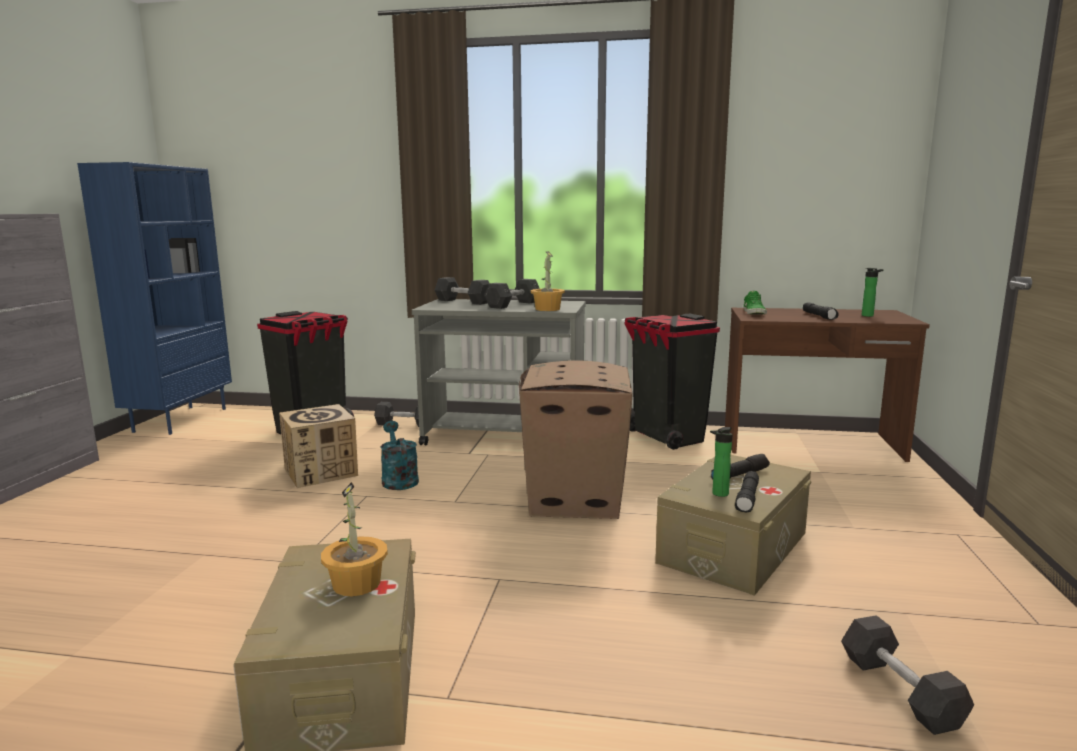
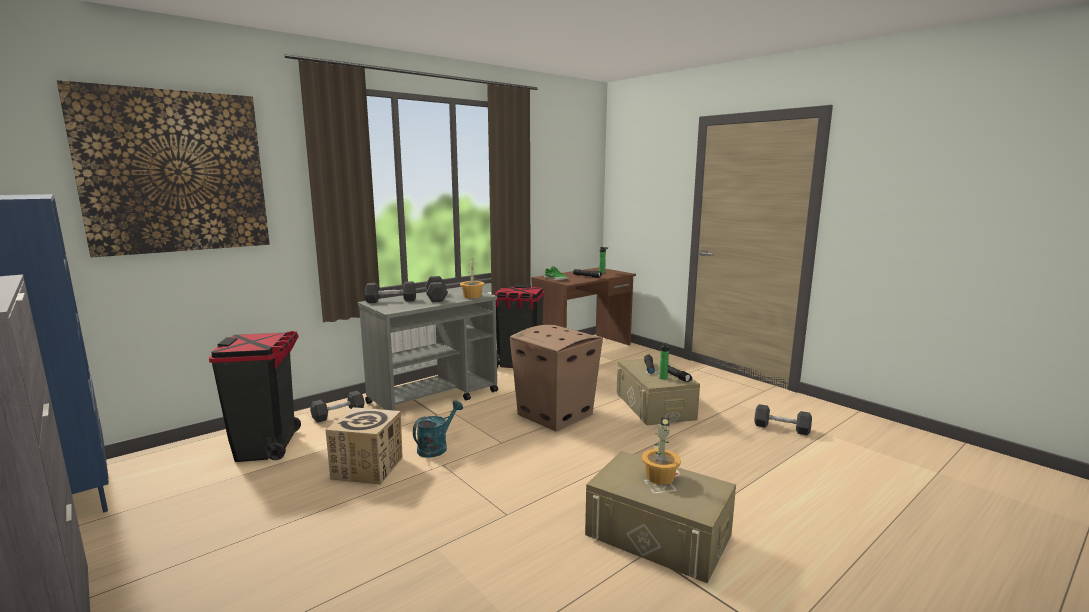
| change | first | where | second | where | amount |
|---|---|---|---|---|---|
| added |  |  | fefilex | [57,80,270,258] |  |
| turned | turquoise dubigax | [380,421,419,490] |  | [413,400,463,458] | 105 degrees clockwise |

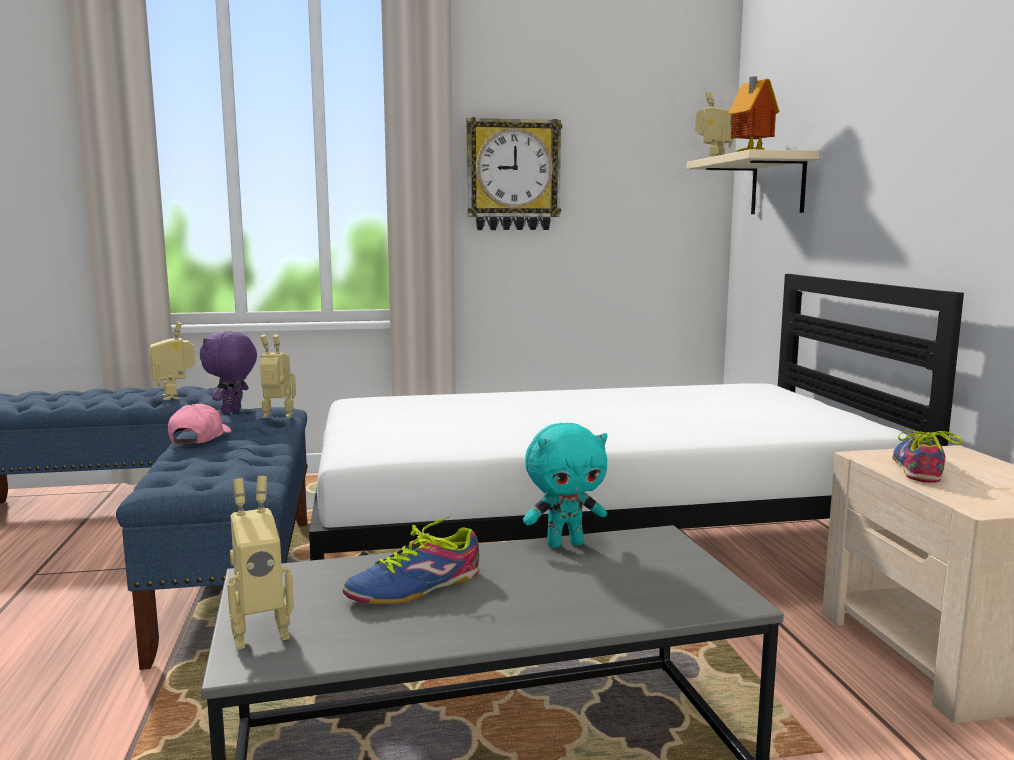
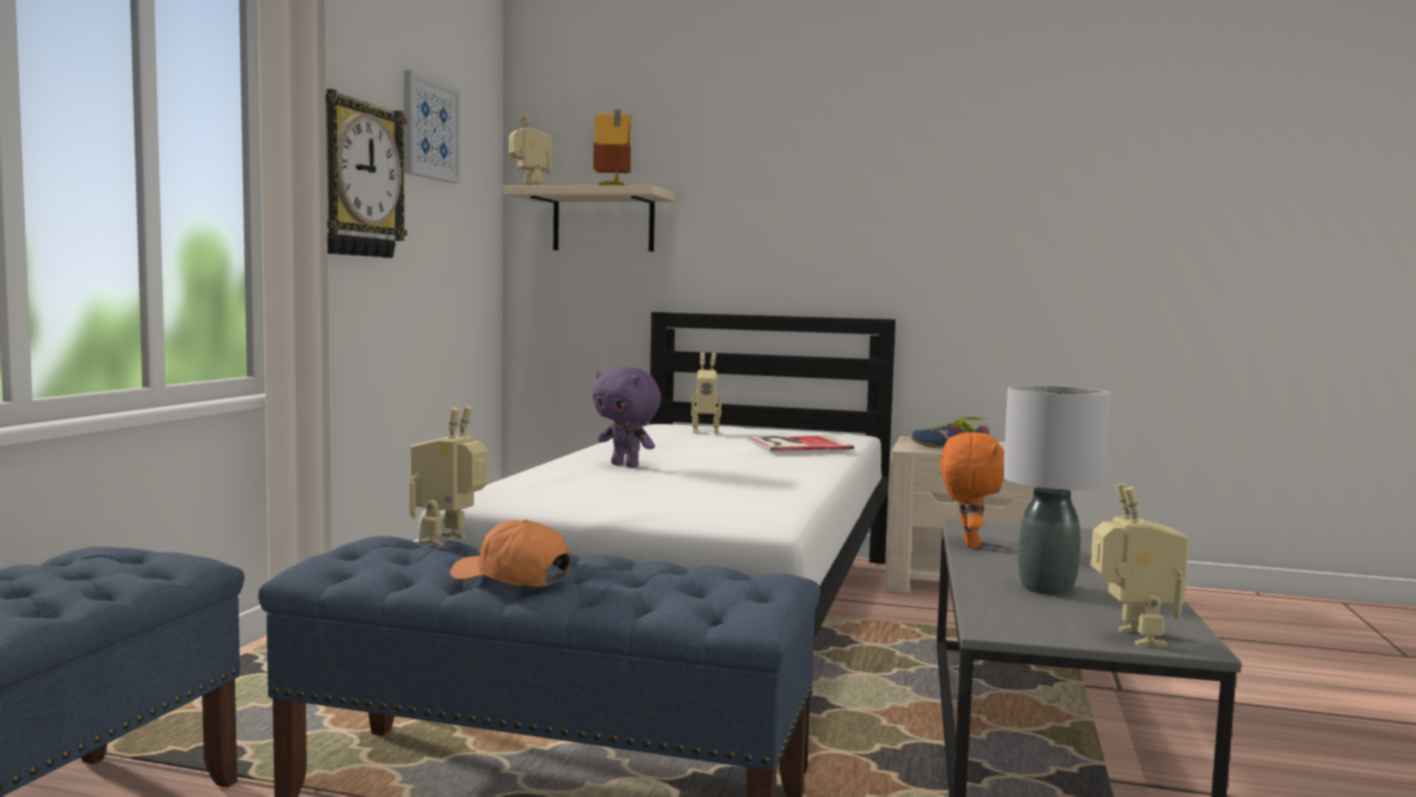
| change | first | where | second | where | amount |
|---|---|---|---|---|---|
| added |  |  | fefilex | [404,70,460,184] |  |
| added |  |  | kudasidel | [747,436,854,451] |  |
| moved | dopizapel | [149,322,195,400] |  | [691,352,722,434] |  |
| moved | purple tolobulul | [200,331,257,414] |  | [593,367,661,468] |  |
| replaced | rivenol | [343,516,479,604] | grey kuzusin | [1003,385,1111,595] |  |
| recoloured | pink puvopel | [168,404,231,444] | orange puvopel | [450,519,571,587] |  |
| recoloured | turquoise tolobulul | [523,423,608,548] | orange tolobulul | [940,432,1004,548] |  |

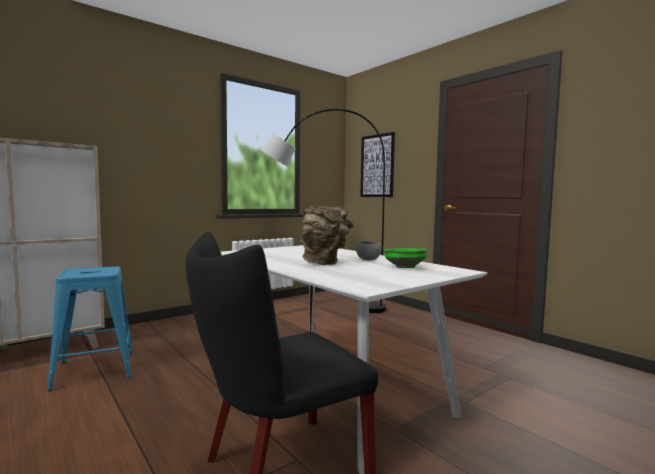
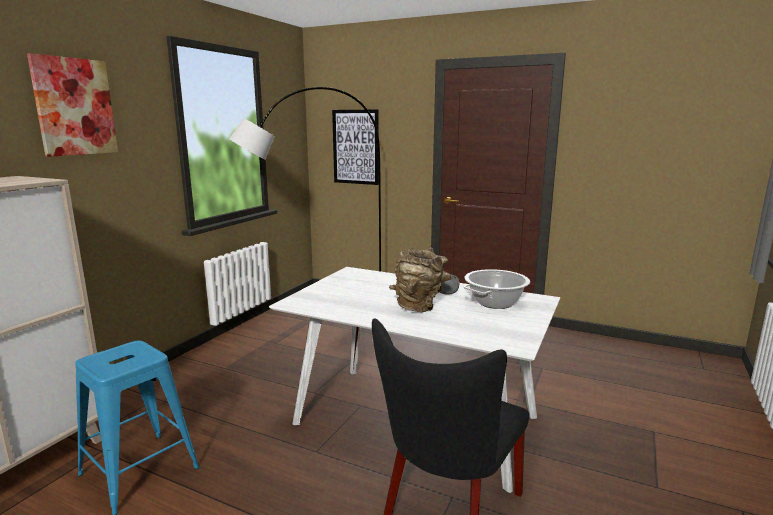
| change | first | where | second | where | amount |
|---|---|---|---|---|---|
| added |  |  | fefilex | [27,53,118,157] |  |
| replaced | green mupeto | [384,248,427,268] | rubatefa | [463,269,530,309] |  |

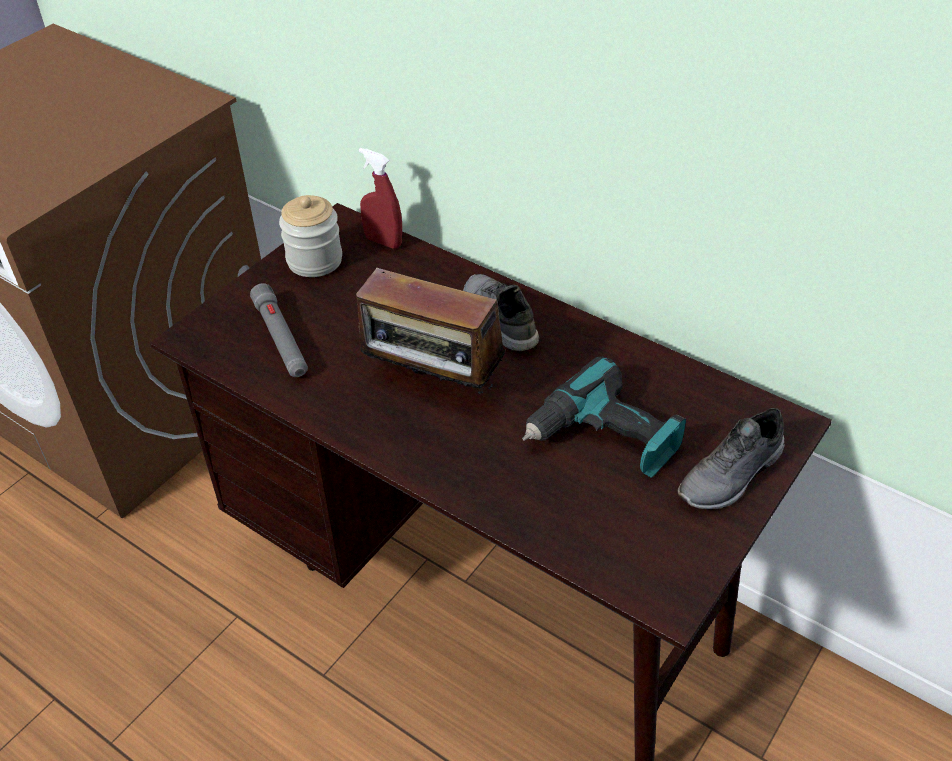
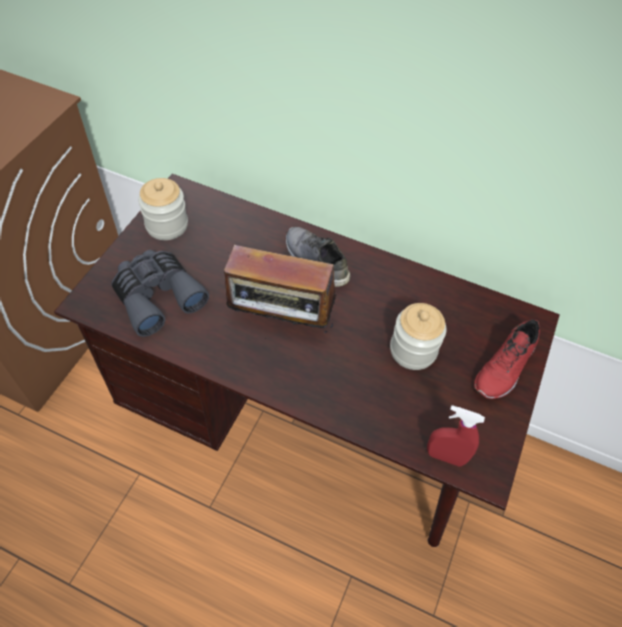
| change | first | where | second | where | amount |
|---|---|---|---|---|---|
| moved | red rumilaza | [359,148,402,249] |  | [427,405,485,467] |  |
| replaced | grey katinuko | [250,283,308,377] | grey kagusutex | [111,250,209,337] |  |
| replaced | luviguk | [522,356,686,478] | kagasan | [390,303,447,370] |  |
| recoloured | grey rivenol | [677,408,785,509] | red rivenol | [474,320,540,399] |  |

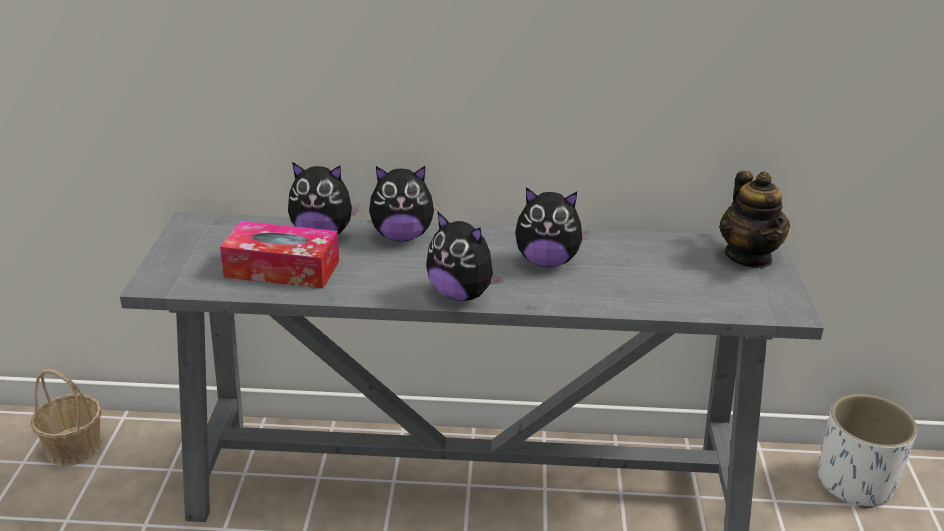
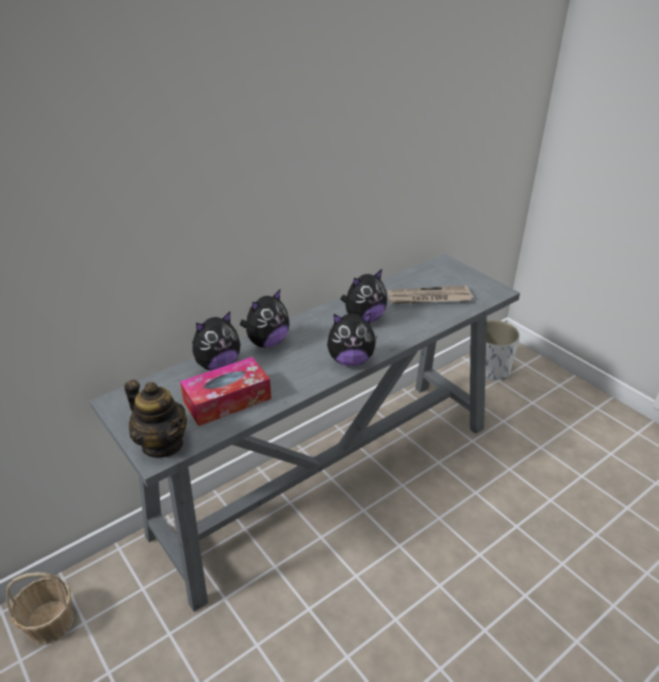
| change | first | where | second | where | amount |
|---|---|---|---|---|---|
| added |  |  | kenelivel | [388,285,473,304] |  |
| moved | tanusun | [719,171,790,268] |  | [124,379,187,458] |  |

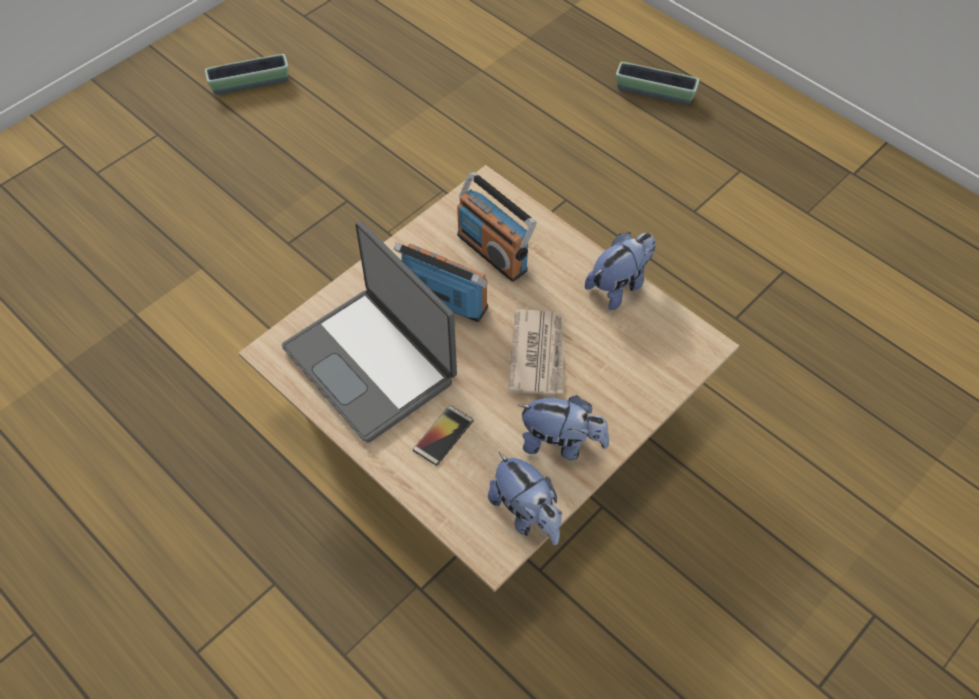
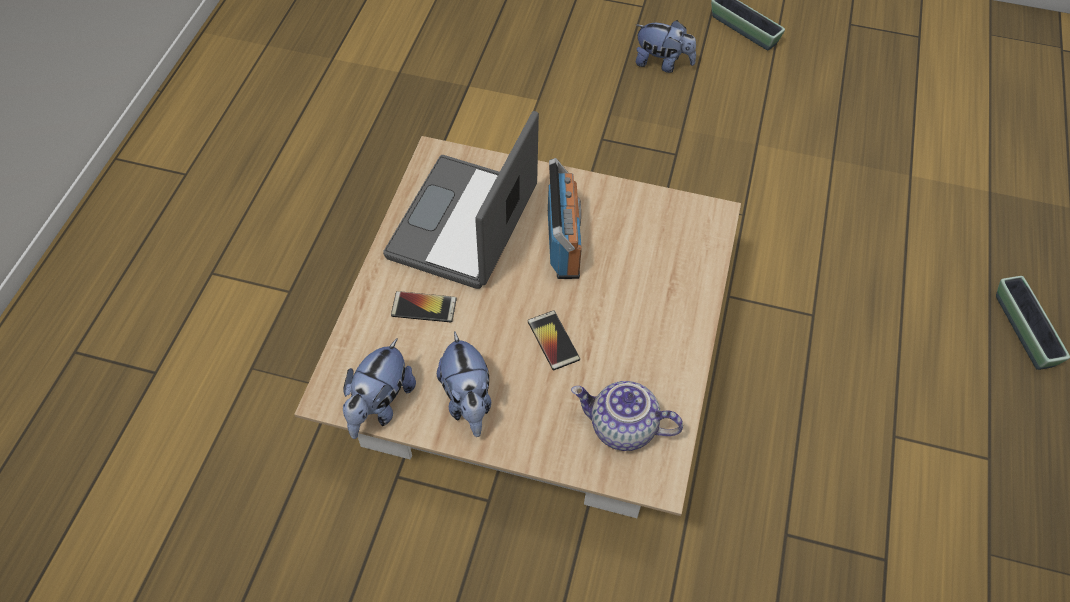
| change | first | where | second | where | amount |
|---|---|---|---|---|---|
| removed | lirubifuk | [457,172,536,282] |  |  |  |
| added |  |  | tanusun | [571,381,683,451] |  |
| moved | tolobulul | [585,232,656,310] |  | [635,20,696,73] |  |
| replaced | kenelivel | [508,309,564,396] | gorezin | [528,310,580,370] |  |

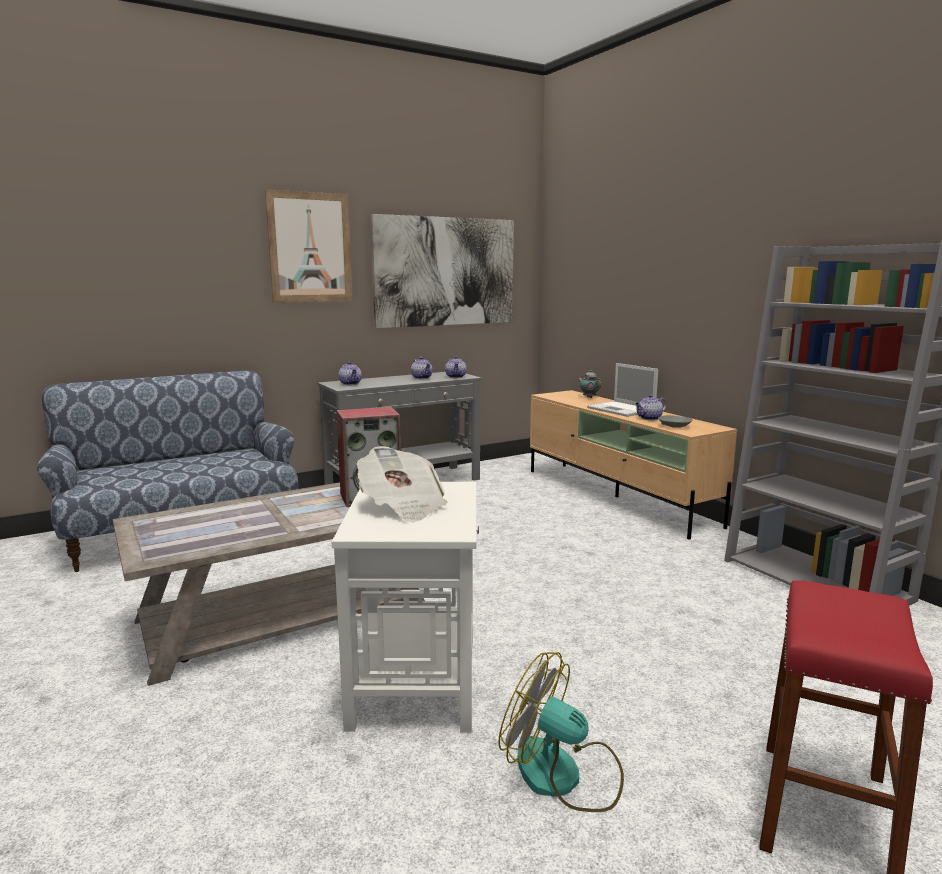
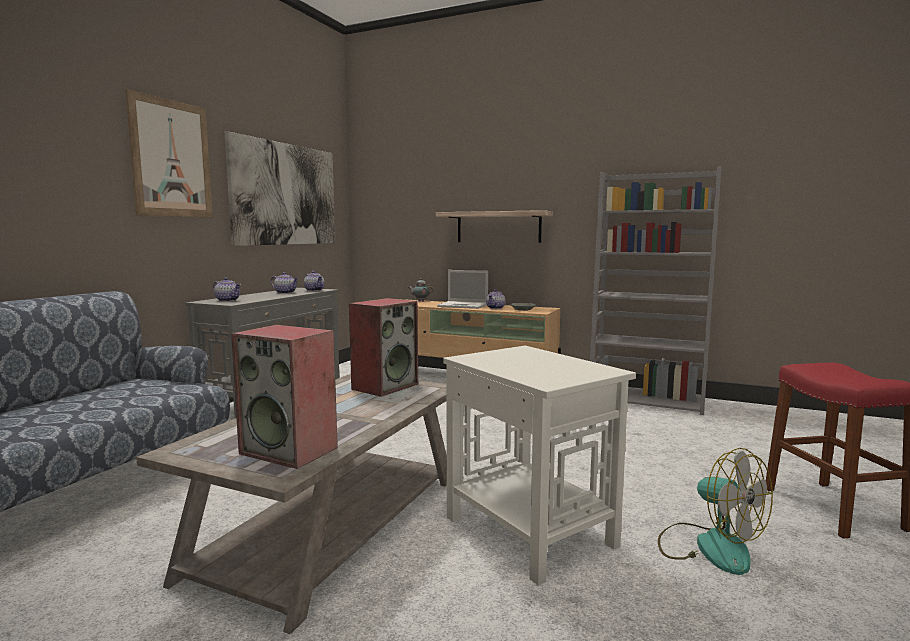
| change | first | where | second | where | amount |
|---|---|---|---|---|---|
| removed | kenelivel | [356,446,448,523] |  |  |  |
| added |  |  | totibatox | [231,325,338,469] |  |
| added |  |  | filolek | [436,210,553,243] |  |
| turned | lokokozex | [498,652,624,812] |  | [658,448,773,575] | 120 degrees counterclockwise |

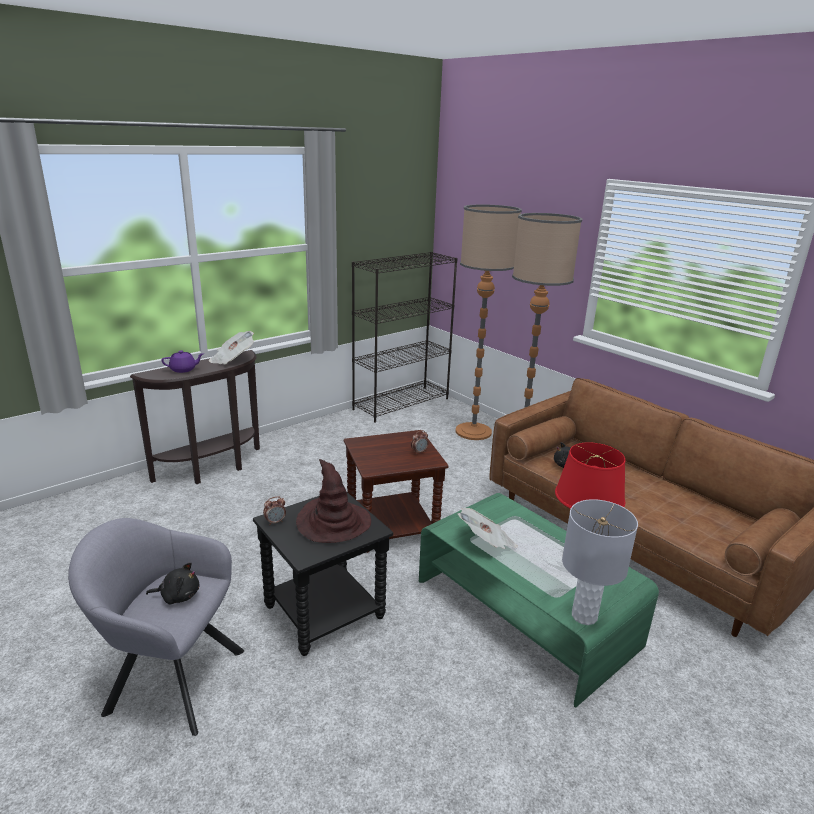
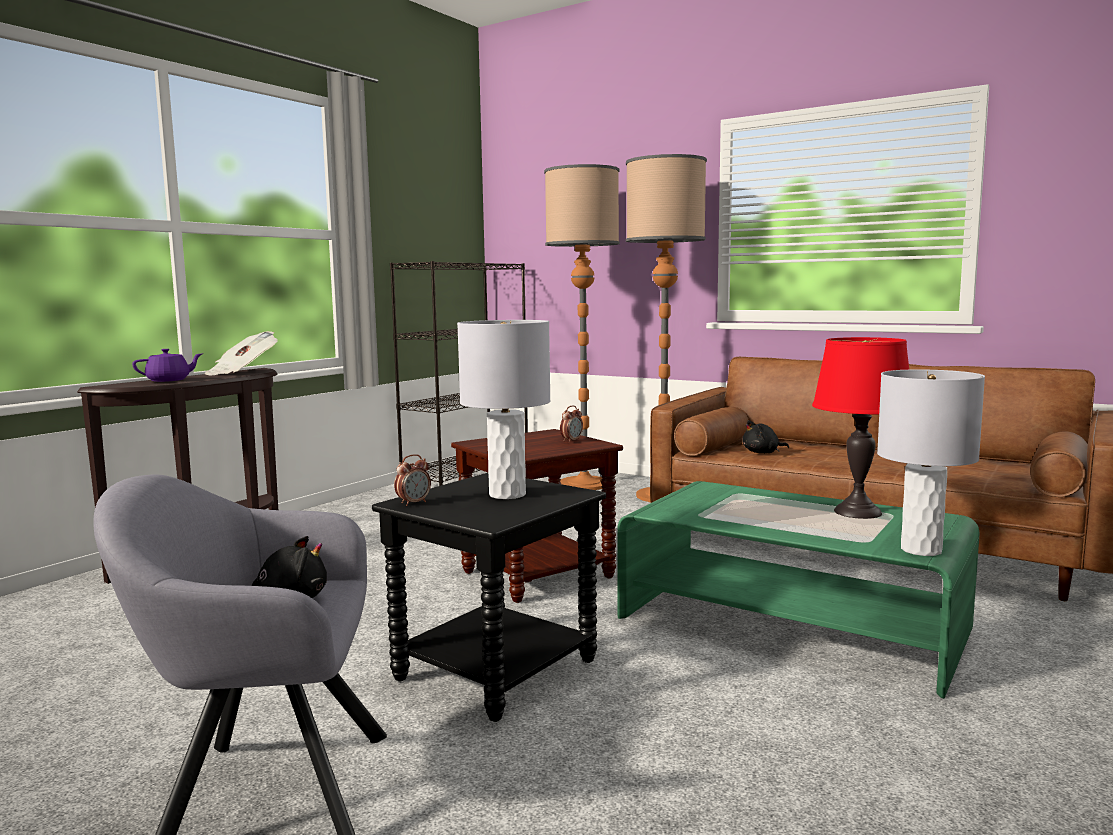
| change | first | where | second | where | amount |
|---|---|---|---|---|---|
| removed | kenelivel | [458,508,518,549] |  |  |  |
| replaced | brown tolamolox | [296,459,371,543] | grey kuzusin | [457,320,551,499] |  |

